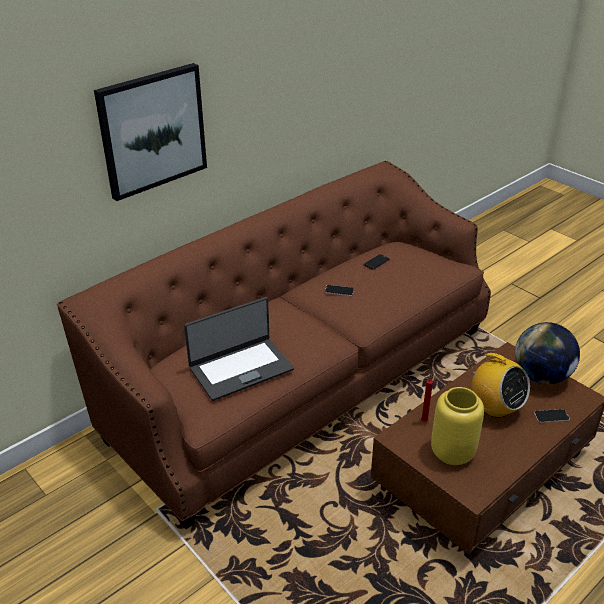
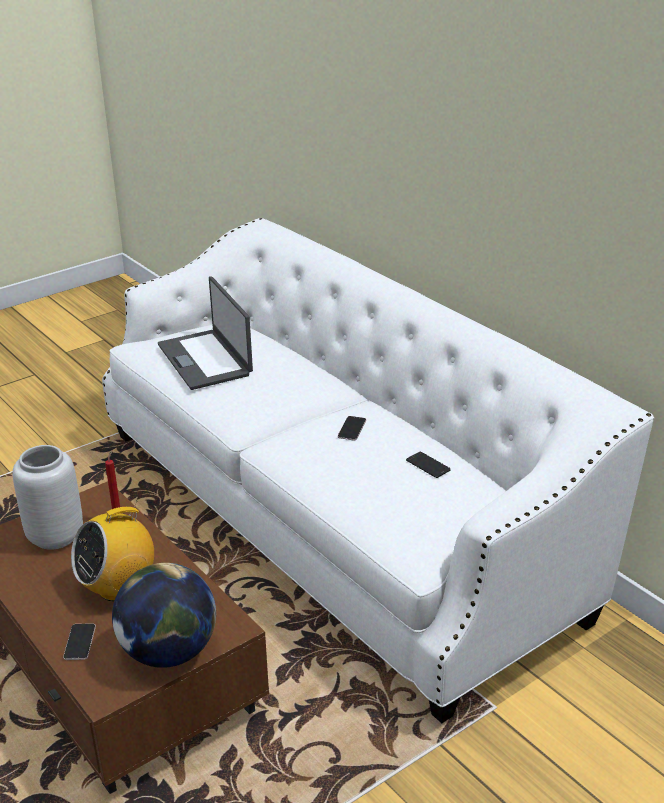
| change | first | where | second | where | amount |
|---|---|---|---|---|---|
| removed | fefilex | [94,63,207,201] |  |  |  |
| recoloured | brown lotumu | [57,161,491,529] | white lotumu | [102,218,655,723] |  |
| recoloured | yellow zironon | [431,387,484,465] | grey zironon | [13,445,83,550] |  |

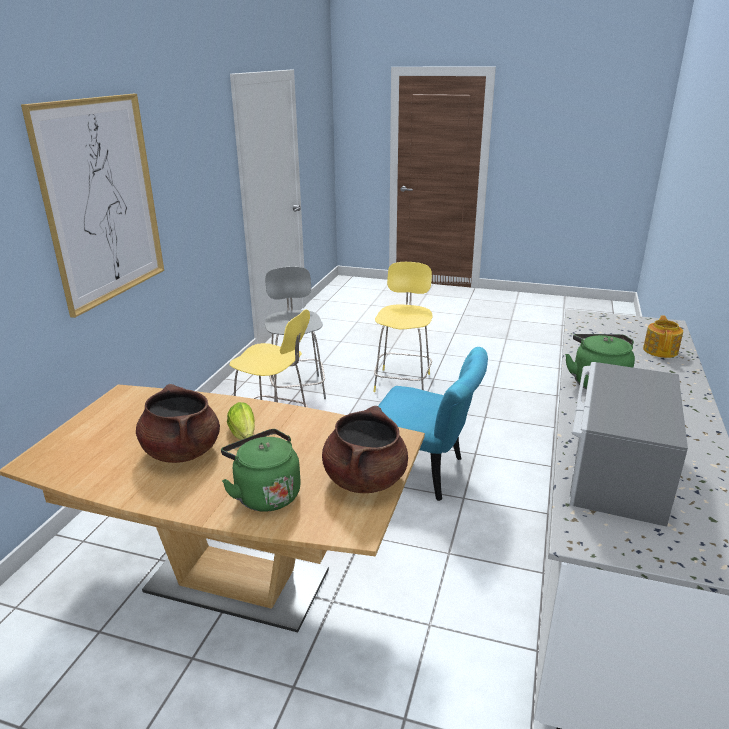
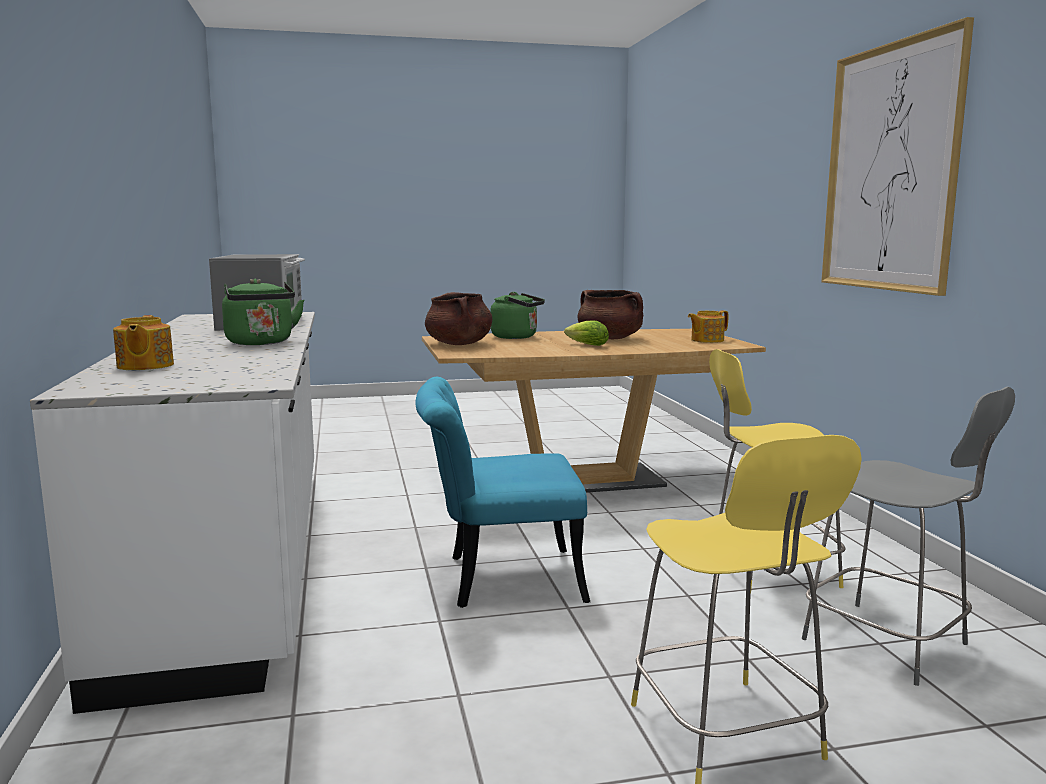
| change | first | where | second | where | amount |
|---|---|---|---|---|---|
| added |  |  | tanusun | [688,310,728,343] |  |

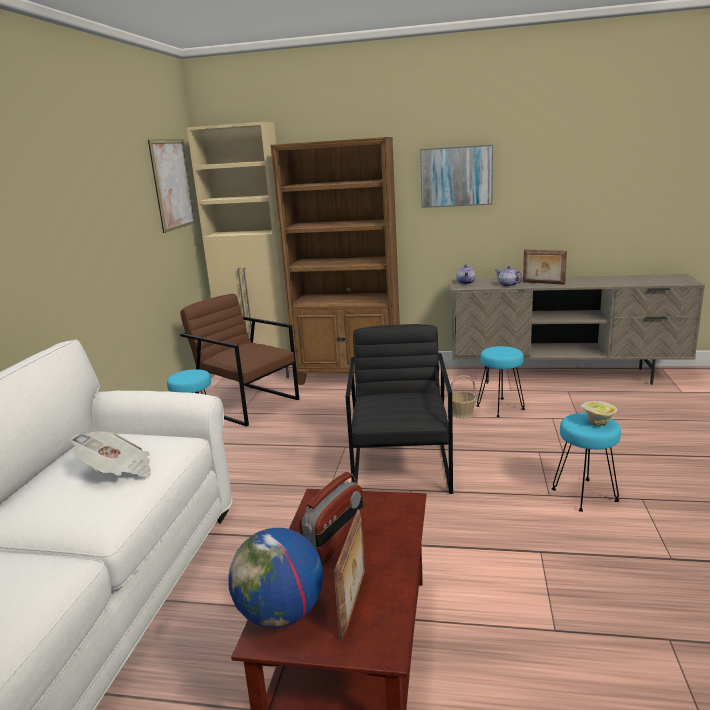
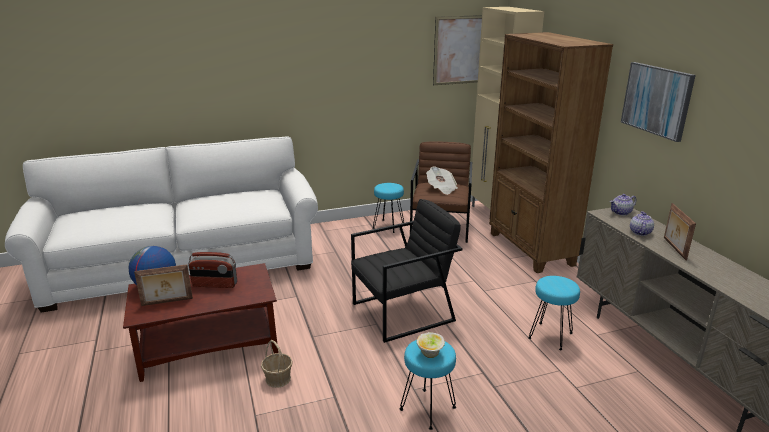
| change | first | where | second | where | amount |
|---|---|---|---|---|---|
| moved | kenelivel | [71,431,151,476] |  | [426,167,458,195] |  |
| moved | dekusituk | [450,375,477,419] |  | [261,340,293,388] |  |

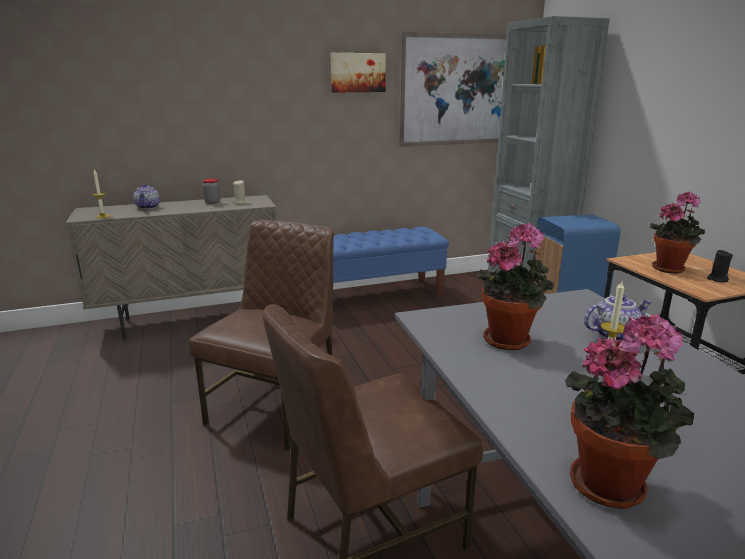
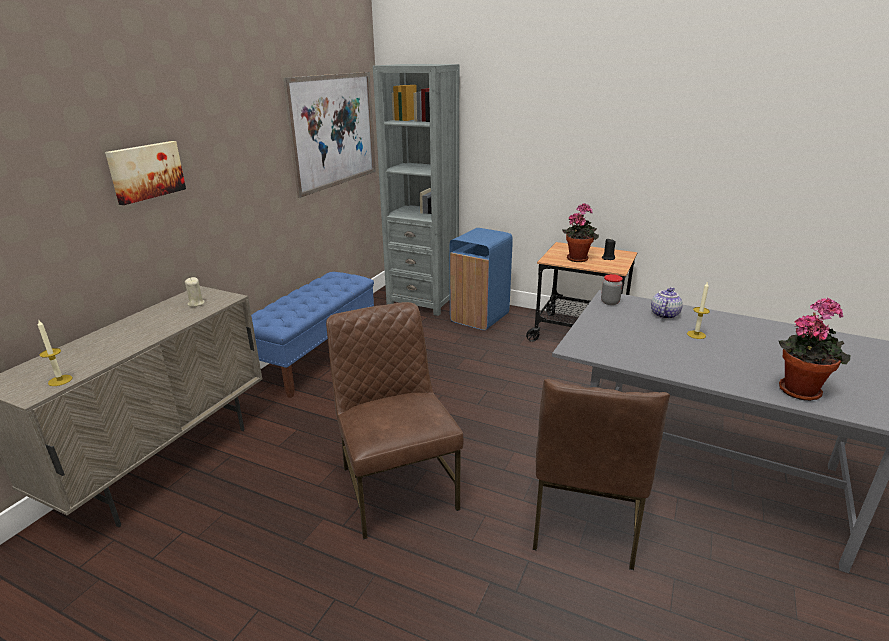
| change | first | where | second | where | amount |
|---|---|---|---|---|---|
| removed | tanusun | [133,184,160,209] |  |  |  |
| removed | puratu | [477,222,554,350] |  |  |  |
| moved | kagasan | [203,179,221,204] |  | [601,274,623,305] |  |
| moved | fefilex | [331,53,386,93] |  | [105,141,186,205] |  |

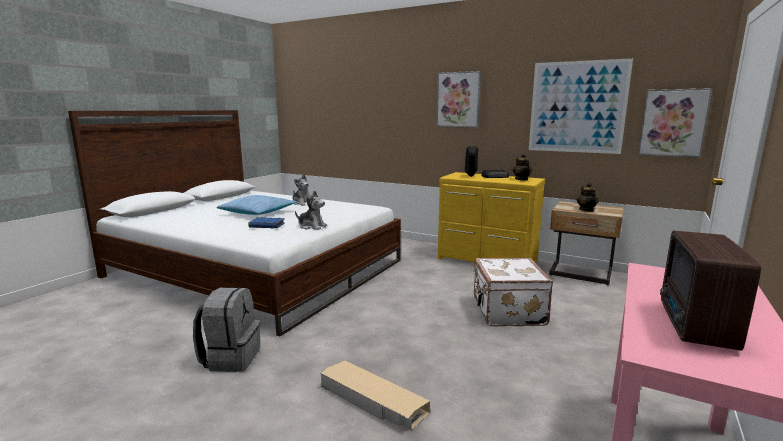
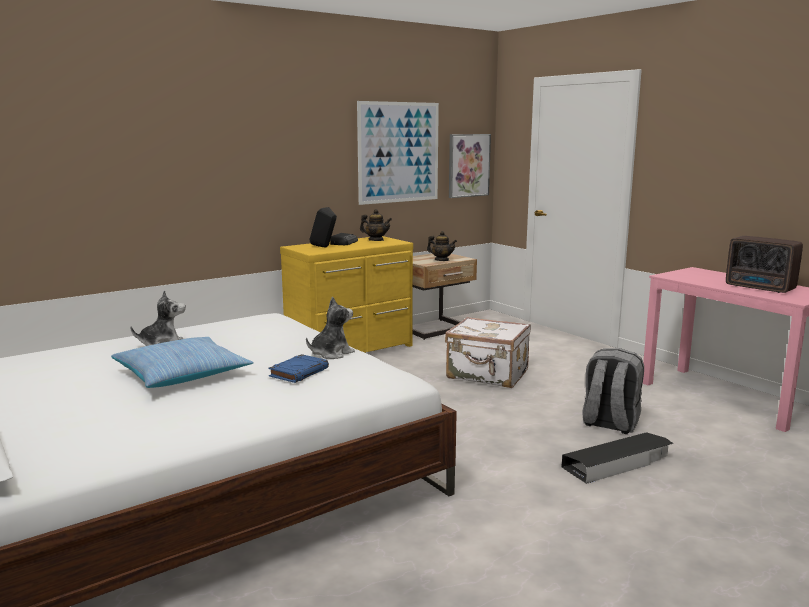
| change | first | where | second | where | amount |
|---|---|---|---|---|---|
| removed | fefilex | [437,71,481,127] |  |  |  |
| moved | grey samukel | [193,288,260,372] |  | [583,348,644,434] |  |
| recoloured | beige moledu | [321,361,430,431] | black moledu | [561,432,673,484] |  |

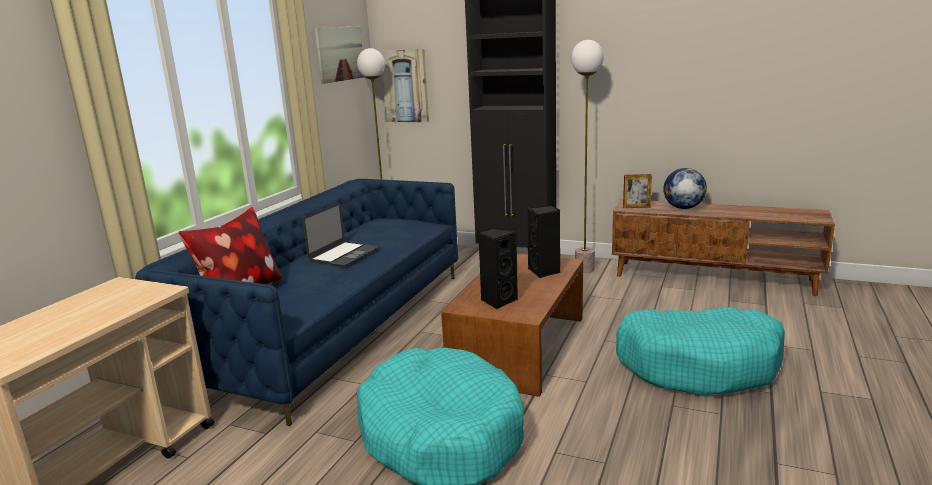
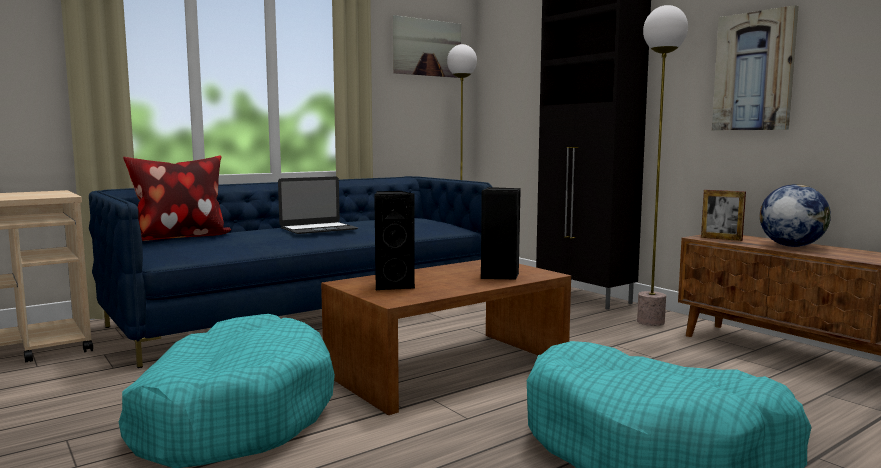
| change | first | where | second | where | amount |
|---|---|---|---|---|---|
| moved | fefilex | [380,49,429,122] |  | [712,5,798,130] |  |

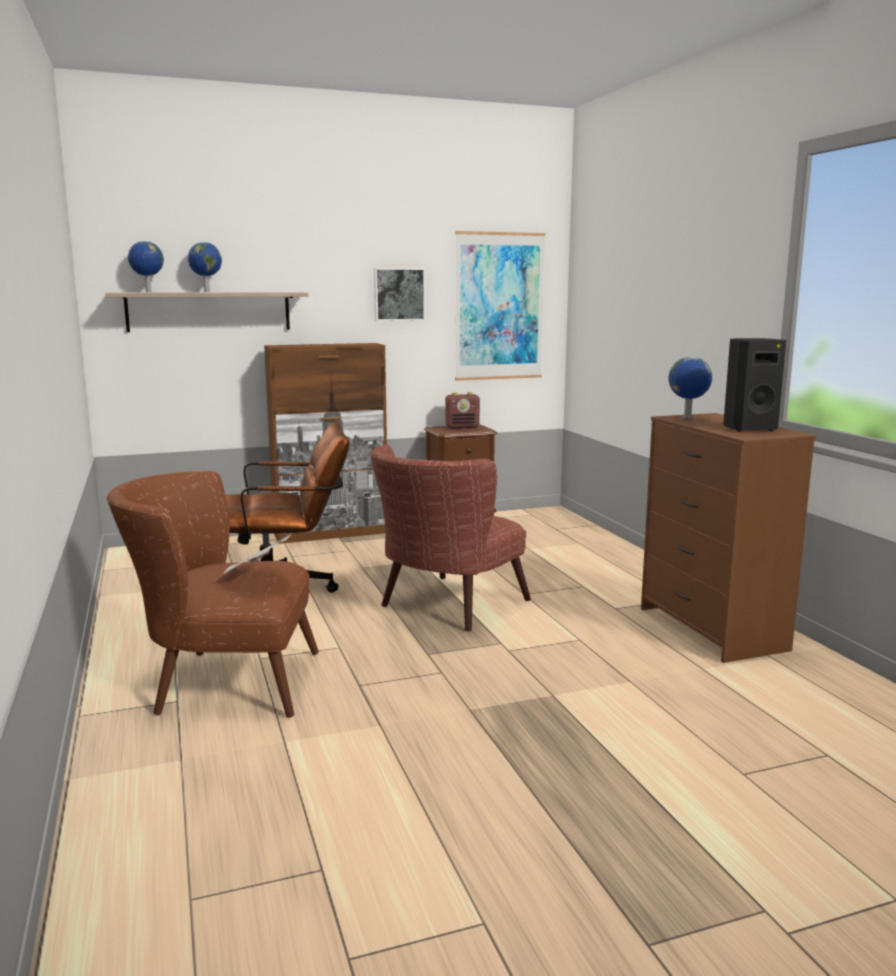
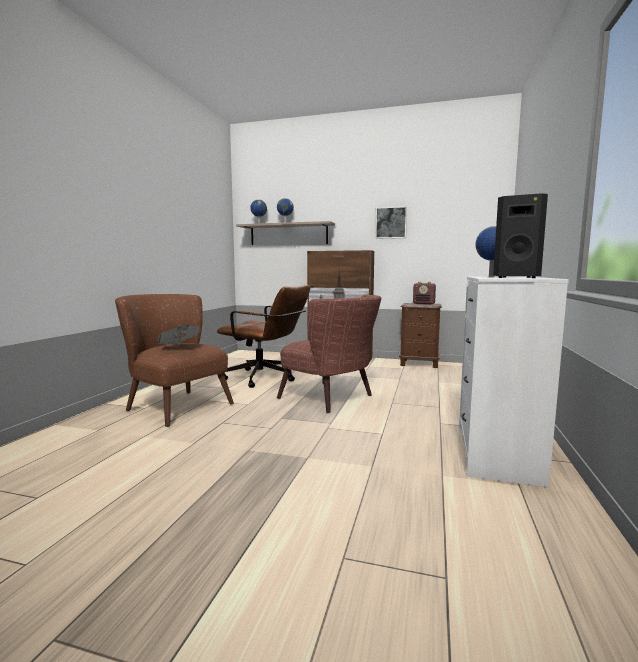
| change | first | where | second | where | amount |
|---|---|---|---|---|---|
| removed | fefilex | [455,231,545,381] |  |  |  |
| recoloured | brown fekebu | [641,413,816,663] | white fekebu | [459,277,569,487] |  |
| turned | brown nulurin | [370,445,531,632] |  | [277,295,381,413] | 120 degrees counterclockwise |

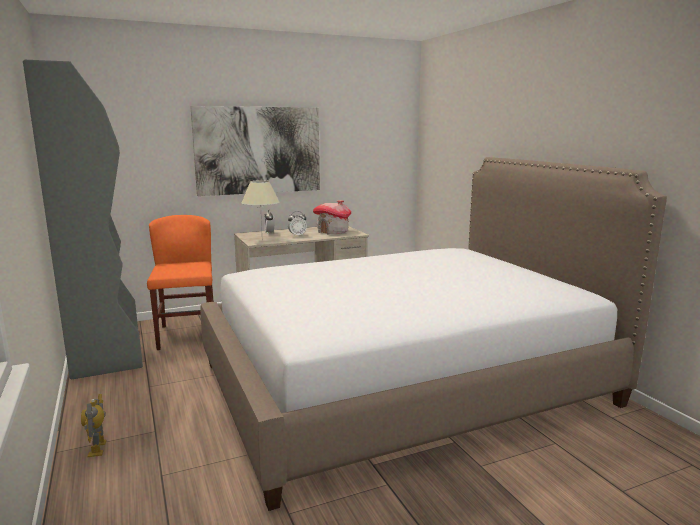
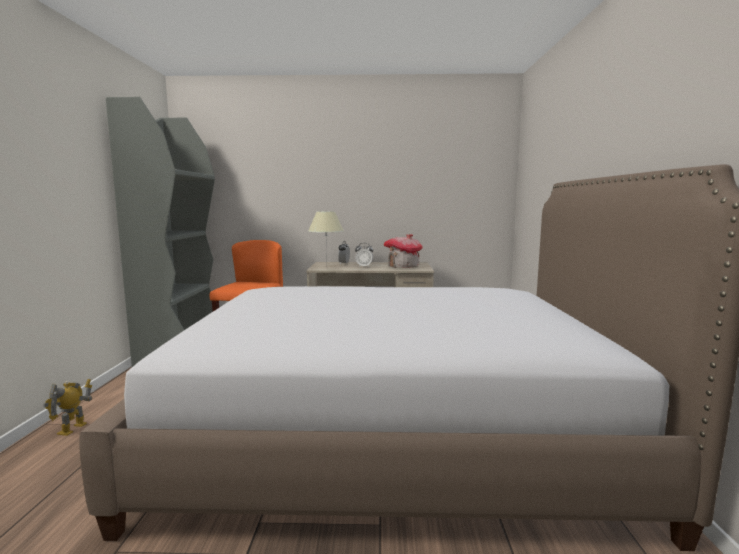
| change | first | where | second | where | amount |
|---|---|---|---|---|---|
| removed | fefilex | [190,106,320,196] |  |  |  |

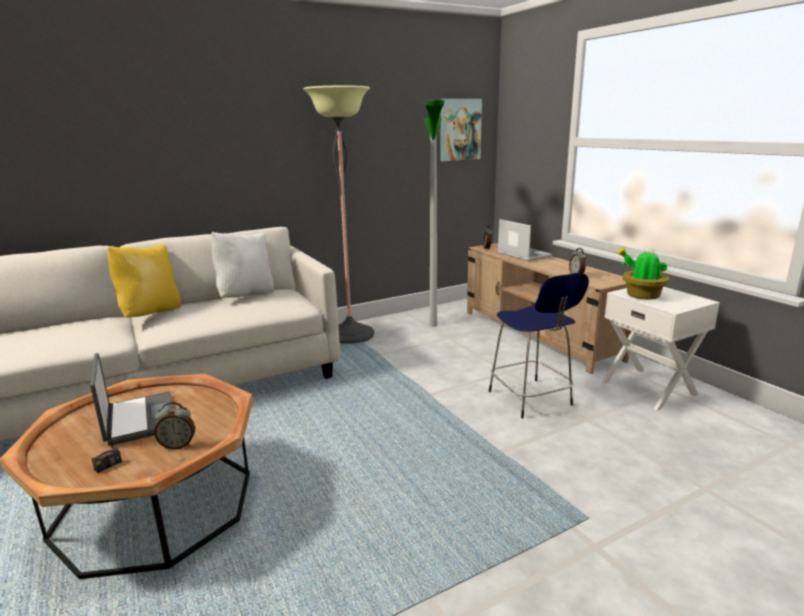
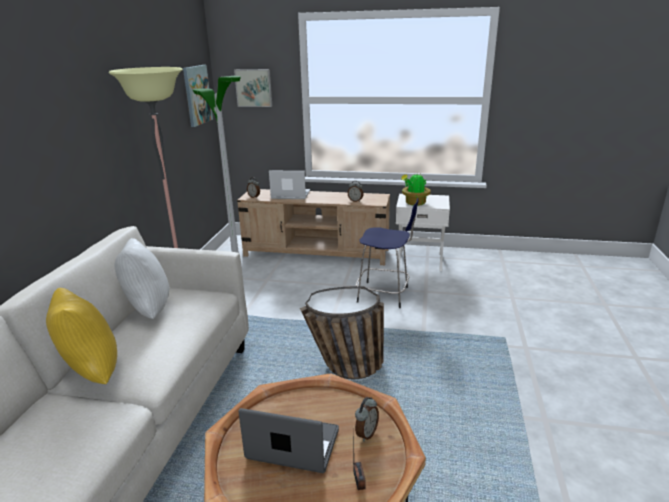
| change | first | where | second | where | amount |
|---|---|---|---|---|---|
| added |  |  | fefilex | [234,69,272,107] |  |
| added |  |  | dekusituk | [300,286,384,379] |  |

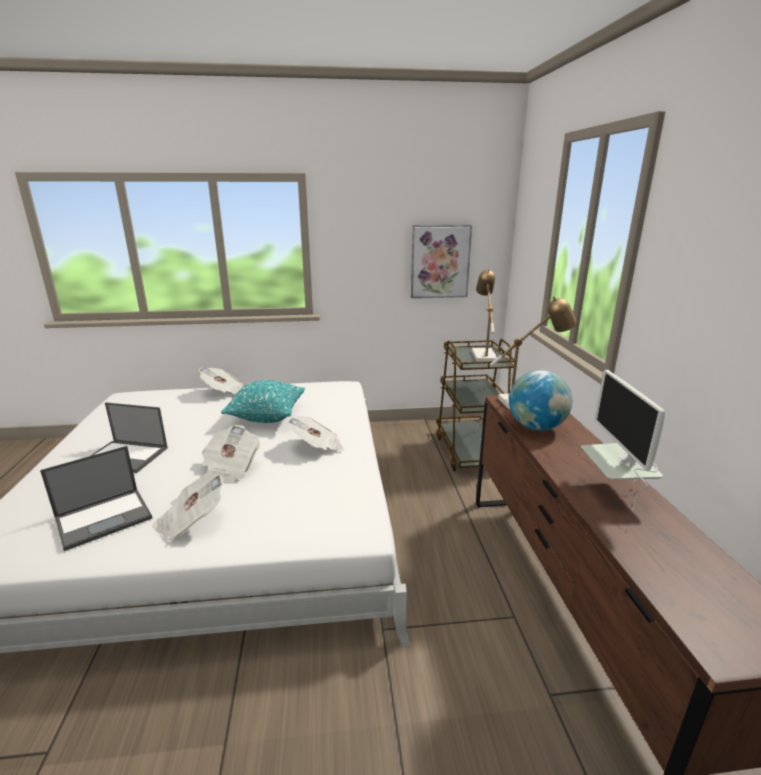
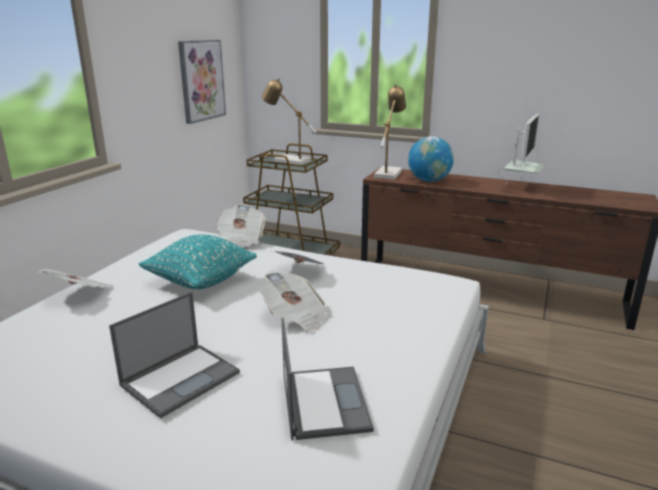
| change | first | where | second | where | amount |
|---|---|---|---|---|---|
| moved | kenelivel | [152,474,225,541] |  | [216,204,266,247] |  |
| turned | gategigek | [581,370,665,511] |  | [497,113,544,185] | 90 degrees counterclockwise |

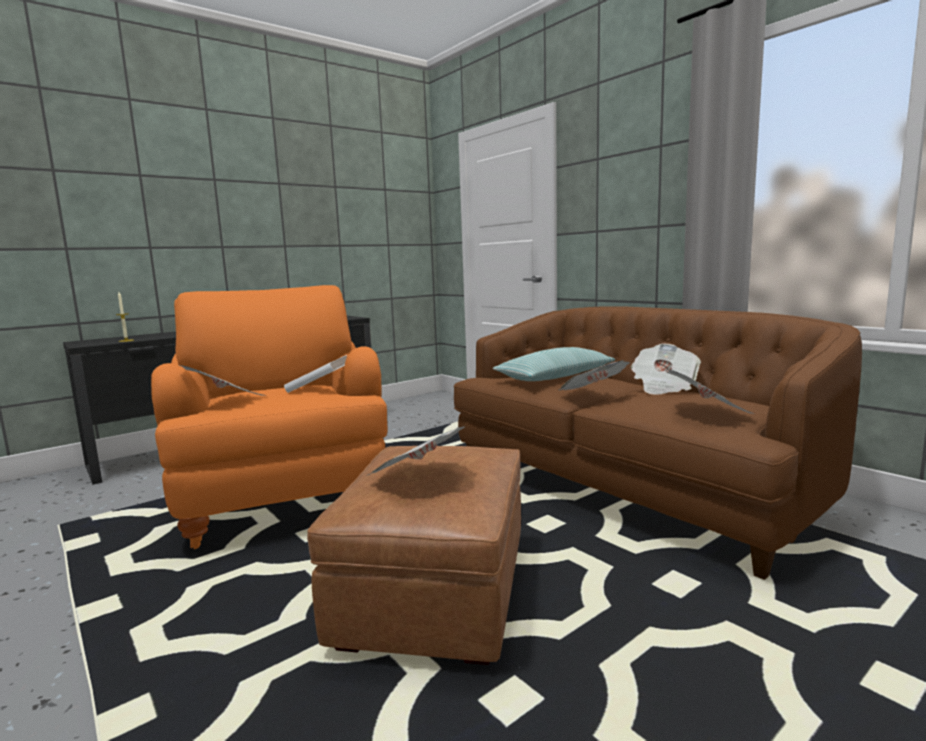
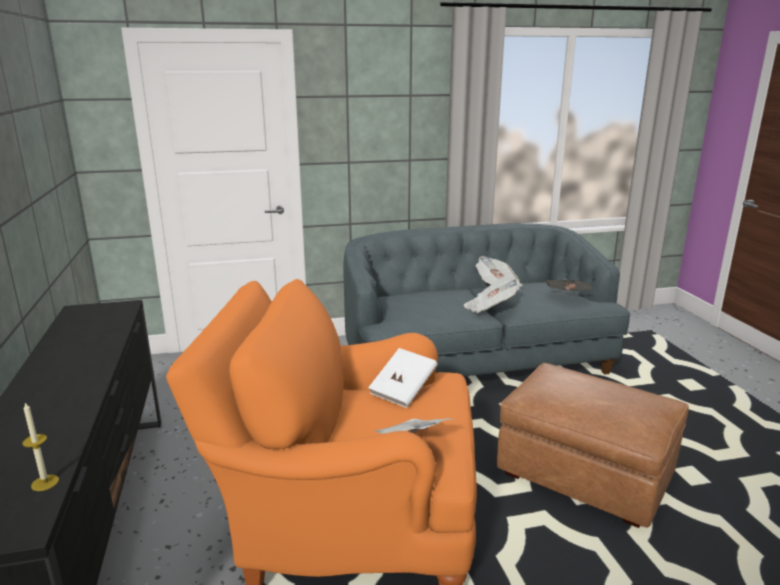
| change | first | where | second | where | amount |
|---|---|---|---|---|---|
| removed | kenelivel | [366,426,465,476] |  |  |  |
| removed | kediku | [492,347,616,381] |  |  |  |
| recoloured | brown lotumu | [453,306,862,580] | grey lotumu | [343,223,630,377] |  |

